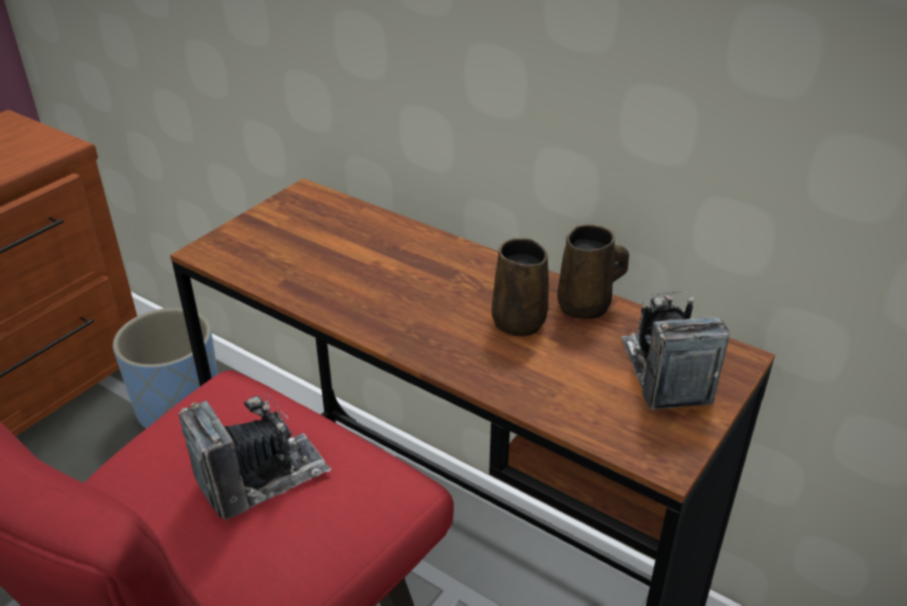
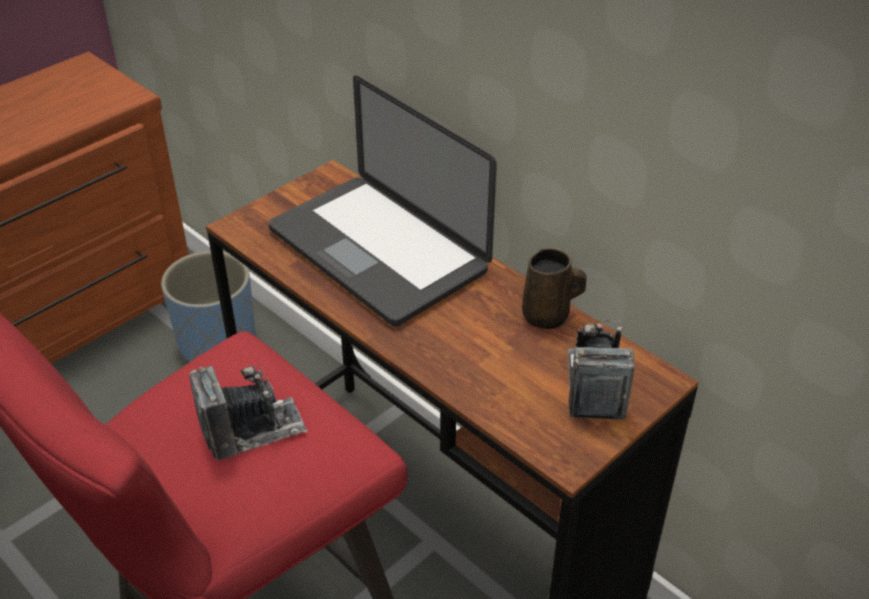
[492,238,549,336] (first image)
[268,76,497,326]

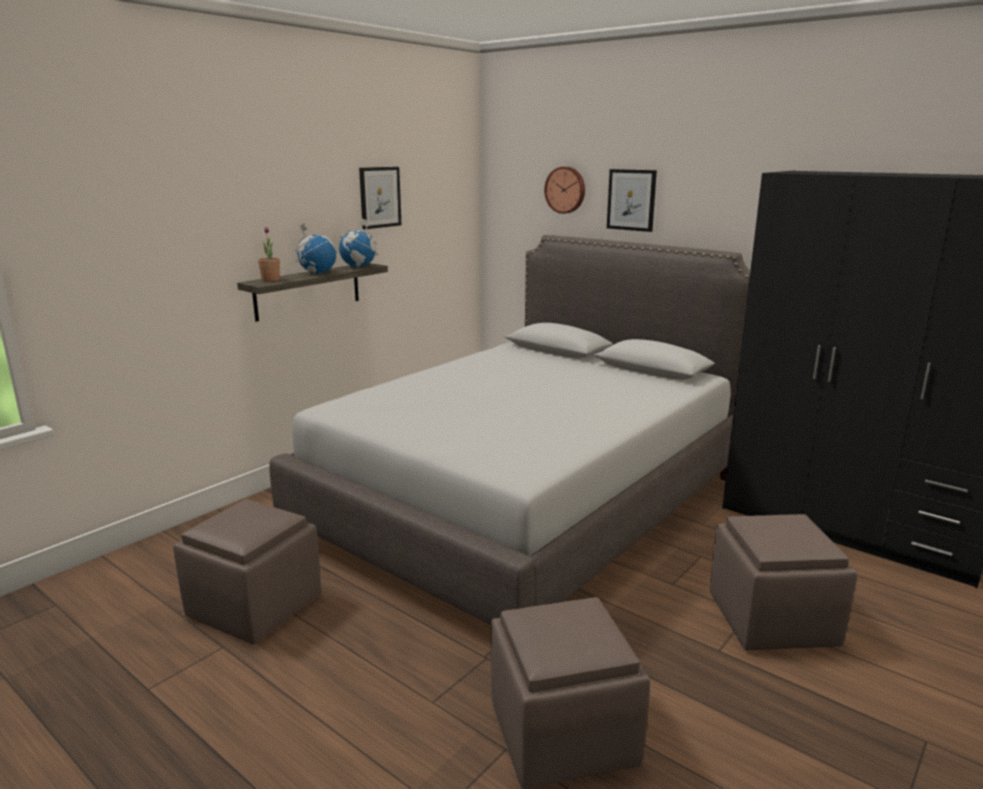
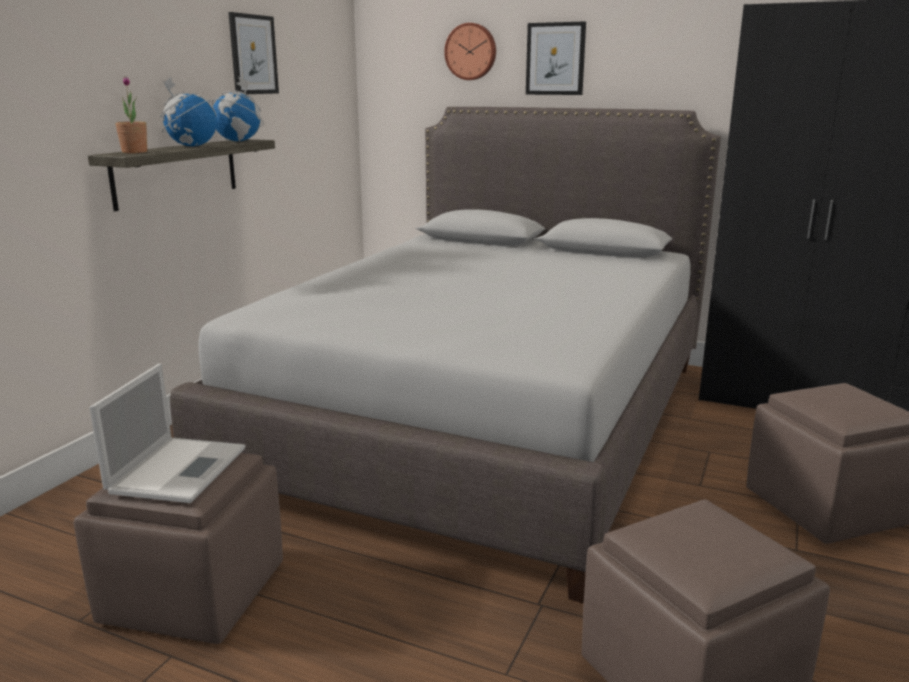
[89,363,245,503]

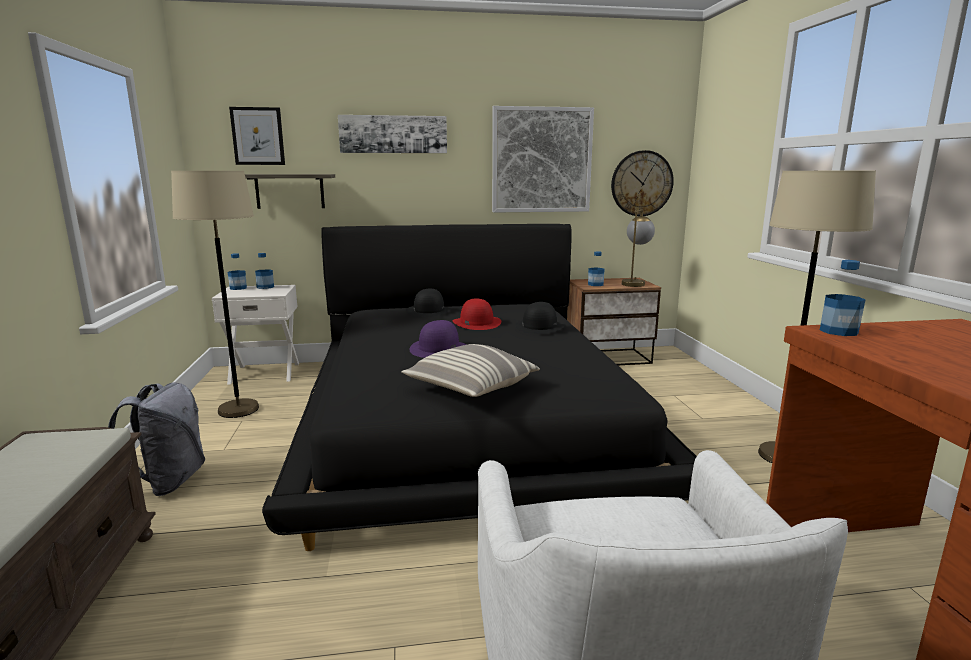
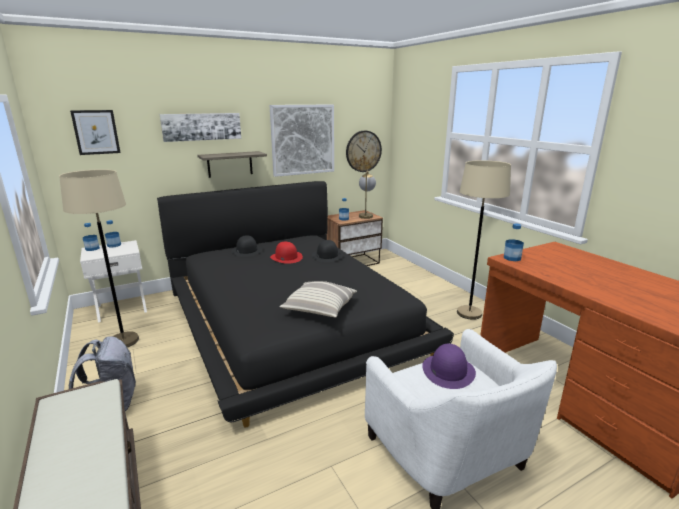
[197,151,267,178]
[422,344,476,389]

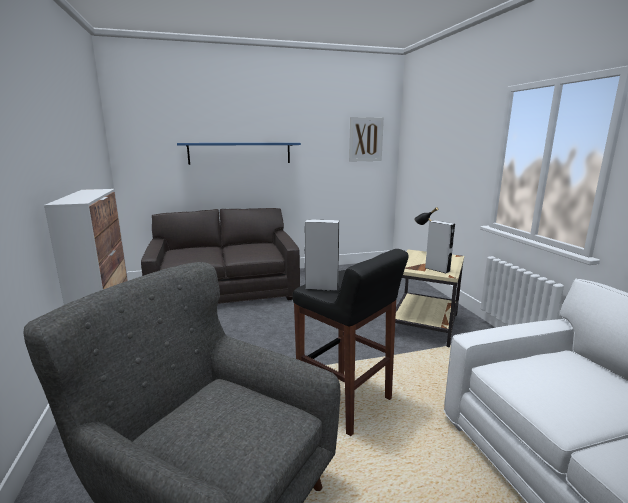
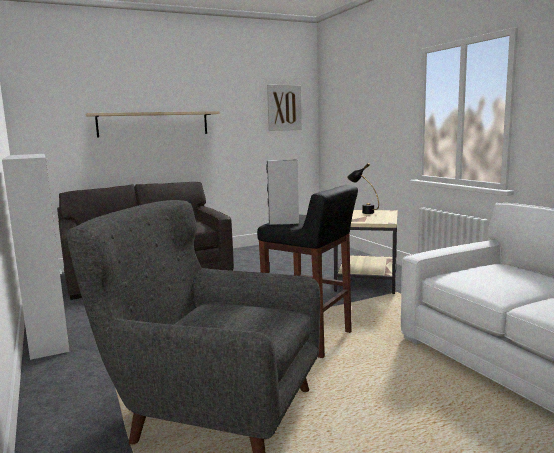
[425,220,455,273] (first image)
[86,111,220,138]

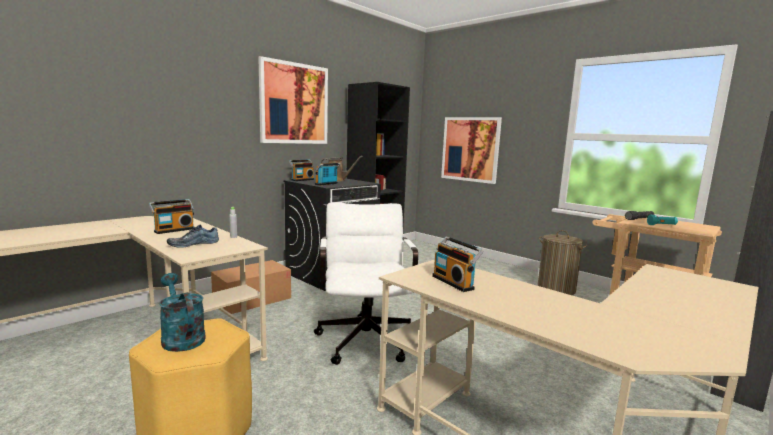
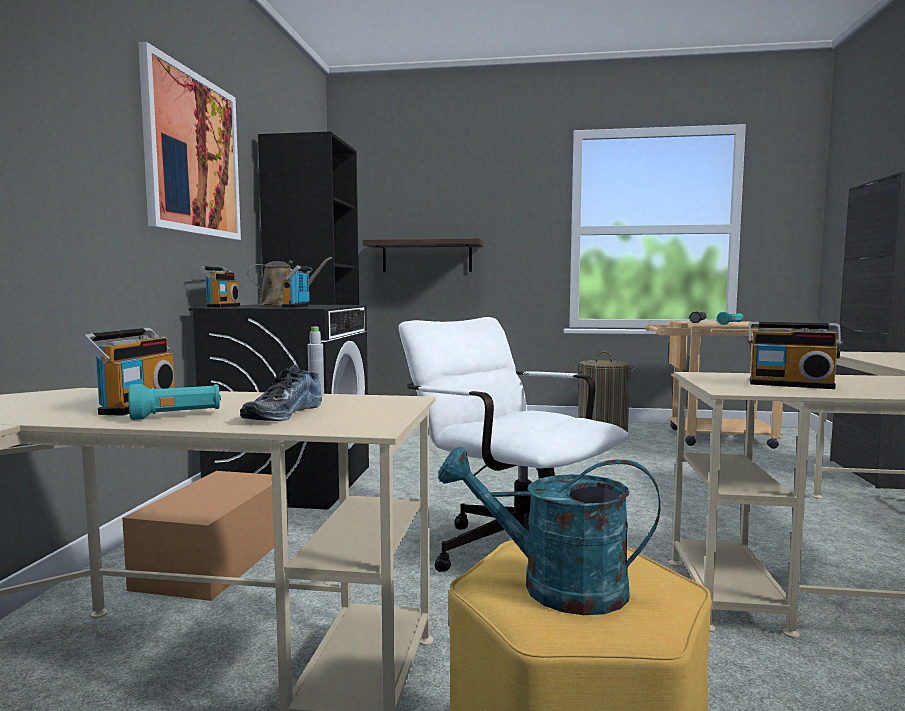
[128,384,221,420]
[363,238,483,272]

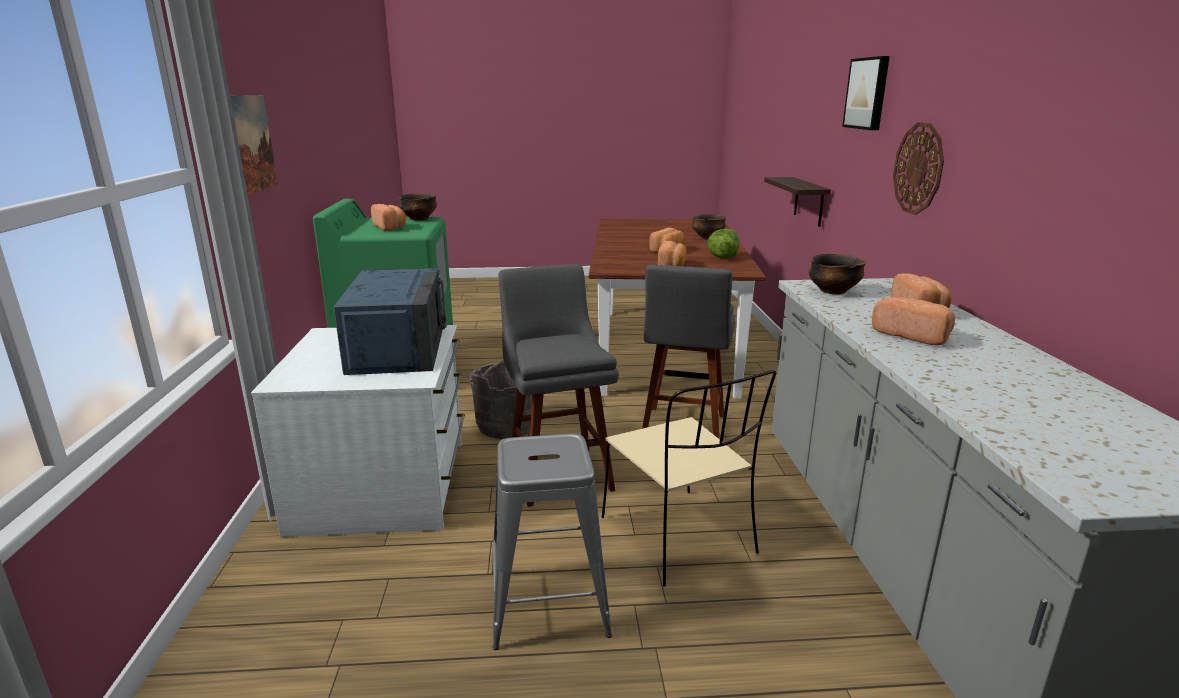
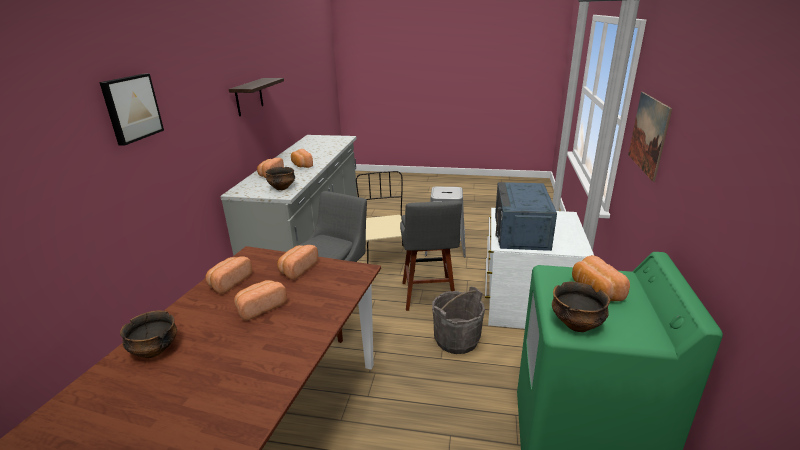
[893,122,944,215] (first image)
[229,78,284,116]
[205,256,252,294]

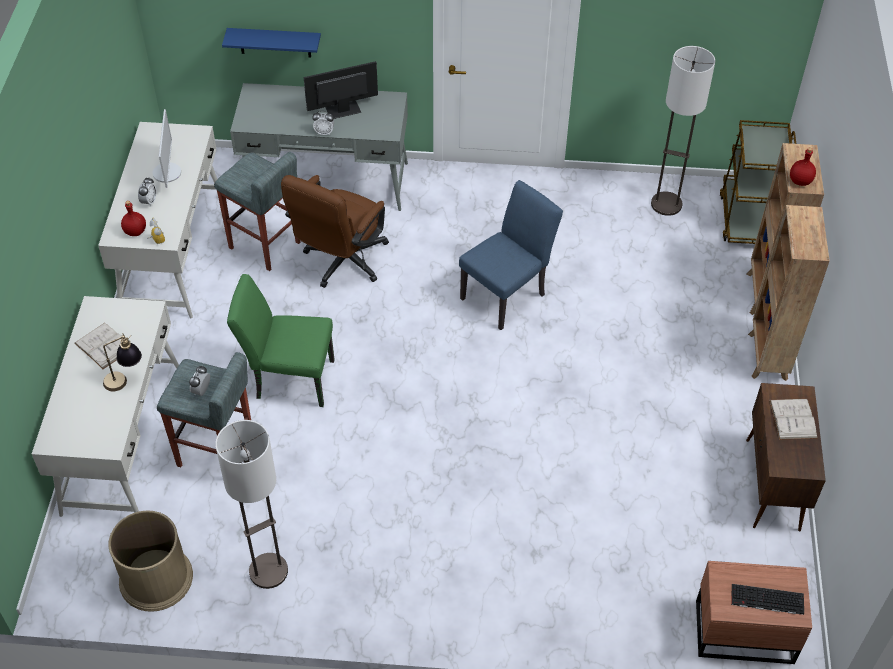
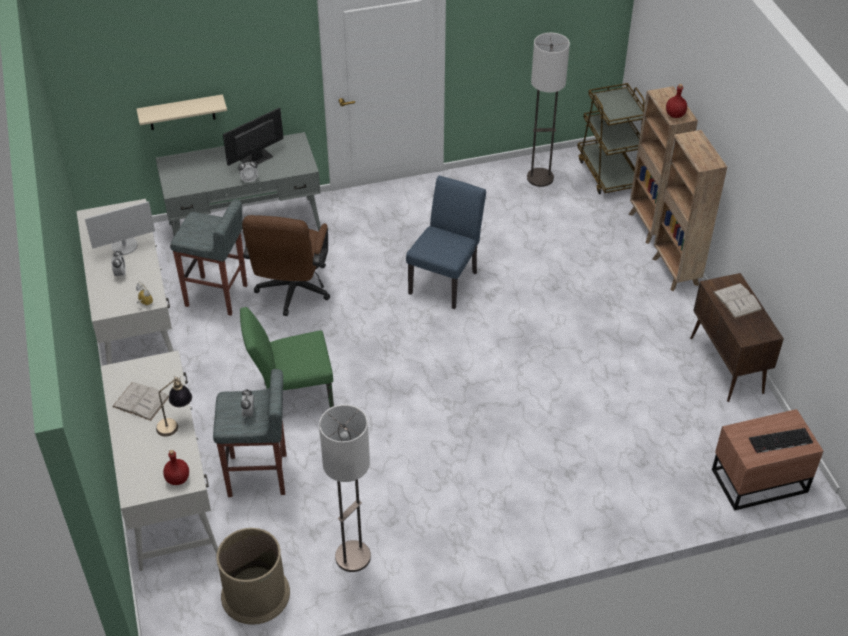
[163,450,189,485]
[137,94,227,130]
[85,201,155,255]

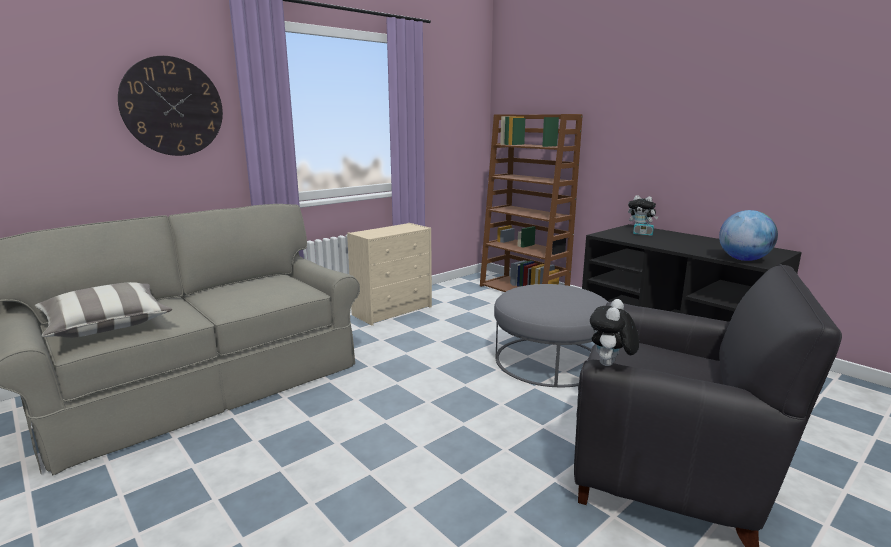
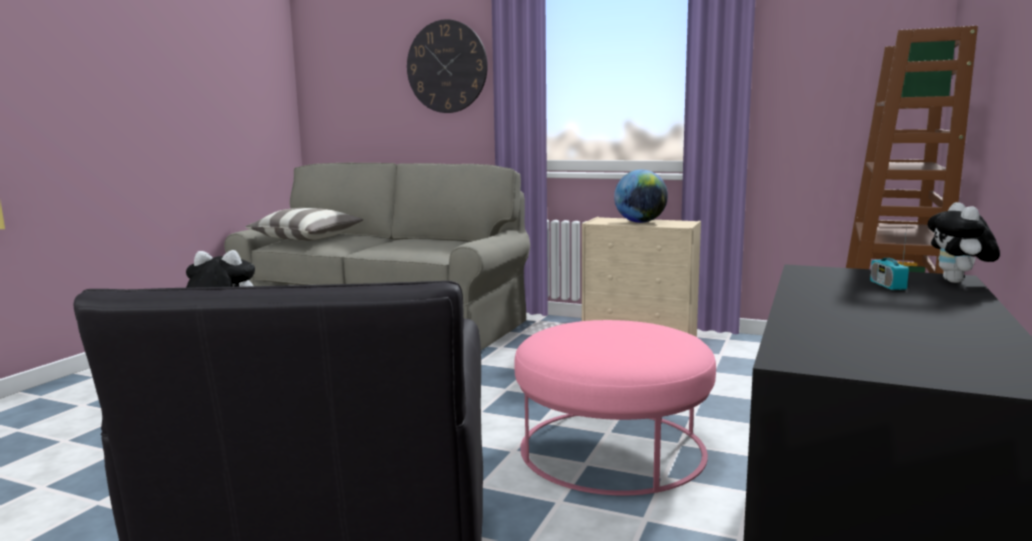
[614,170,668,223]
[514,320,716,496]

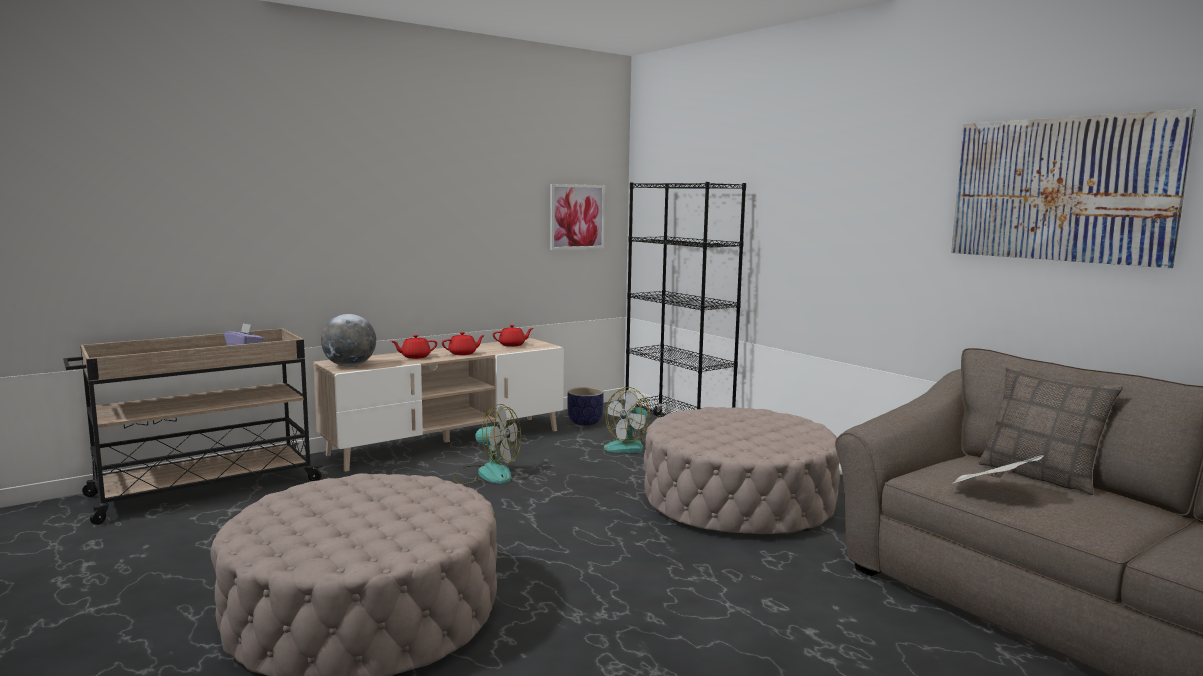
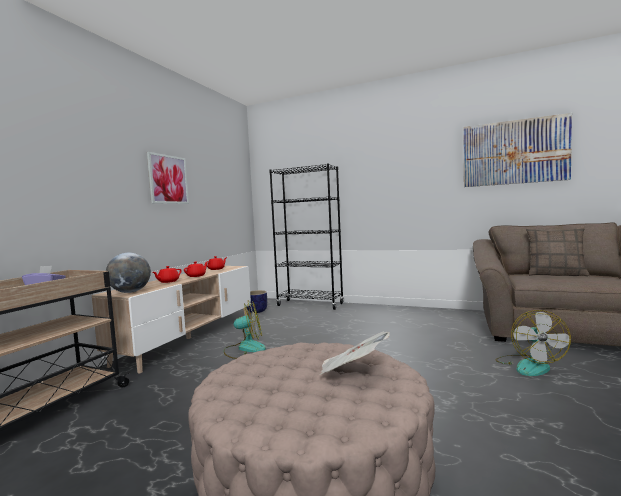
[644,407,840,534] (first image)
[147,152,189,204]
[496,310,571,376]
[319,331,390,375]

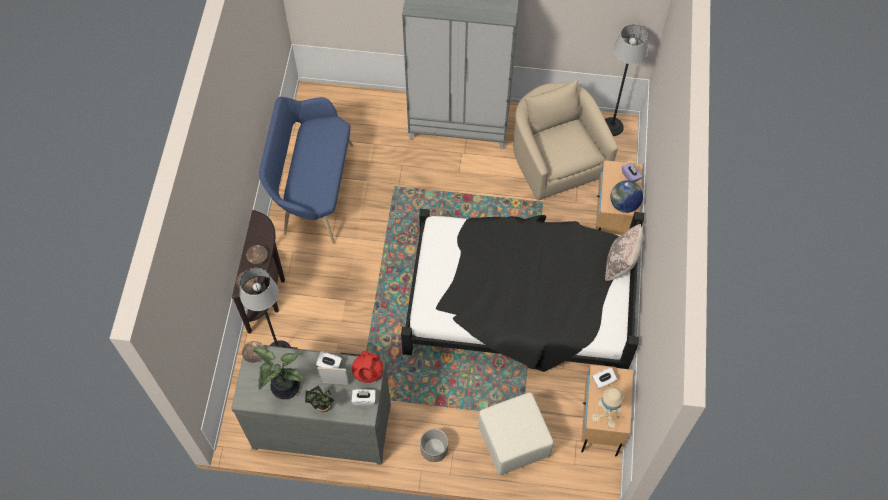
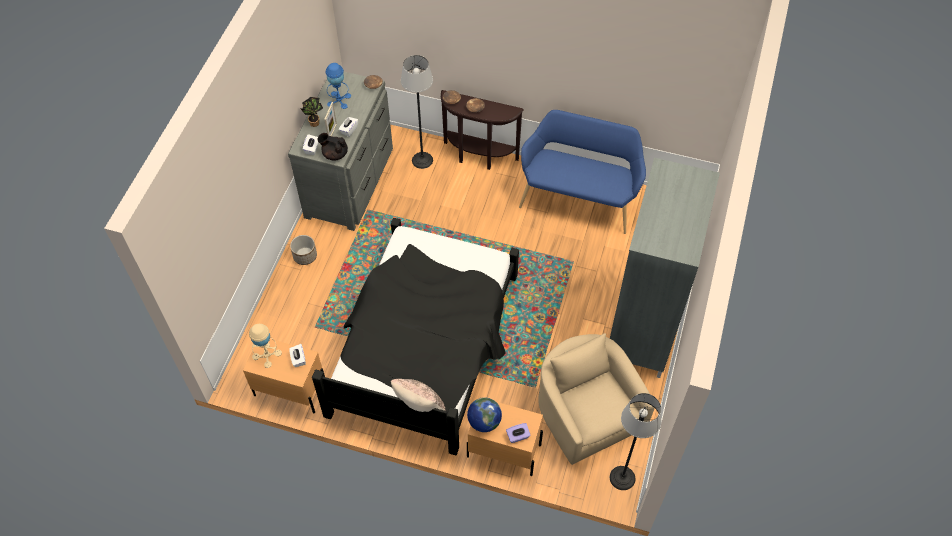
[478,392,554,475] (first image)
[325,63,351,109]
[317,133,348,160]
[538,333,655,465]

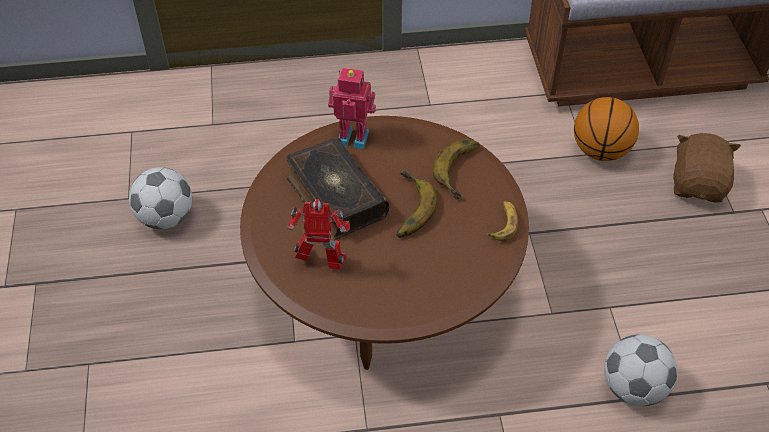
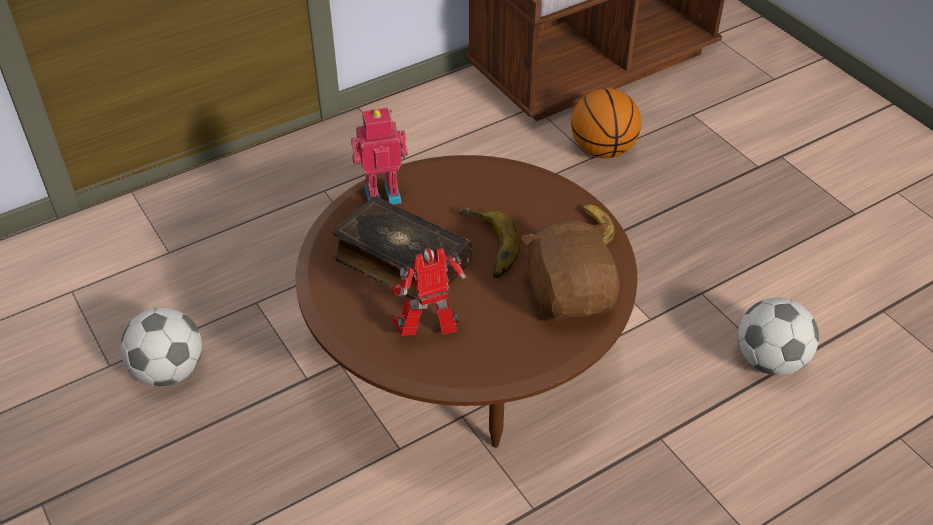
[433,139,480,199] (first image)
[521,220,620,322]

